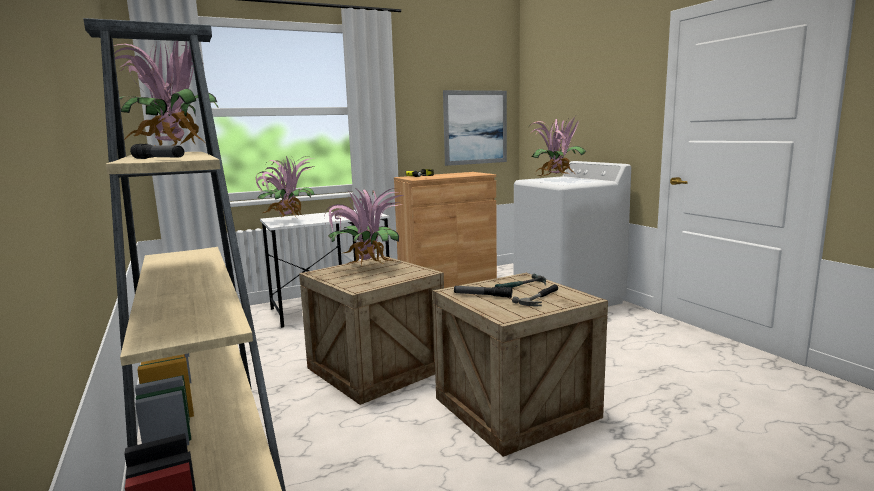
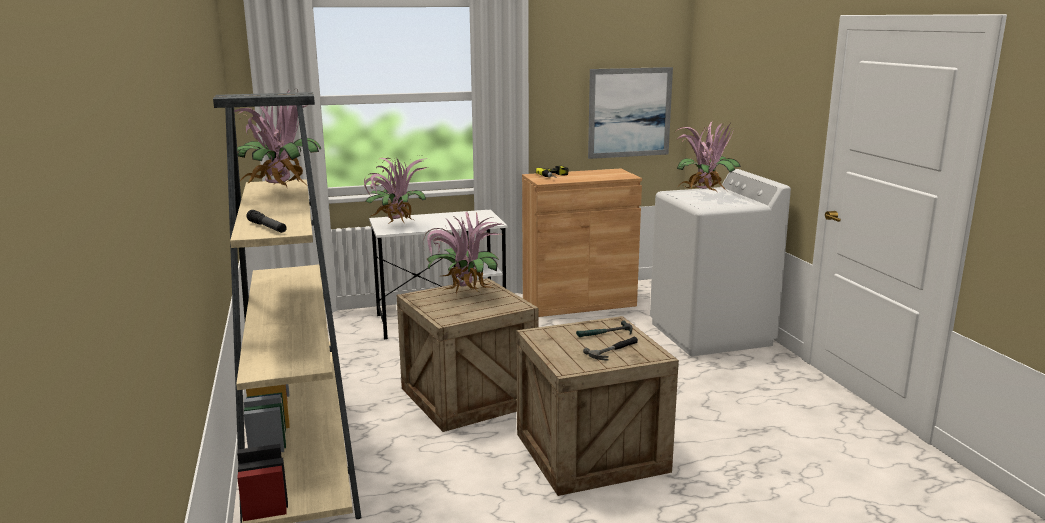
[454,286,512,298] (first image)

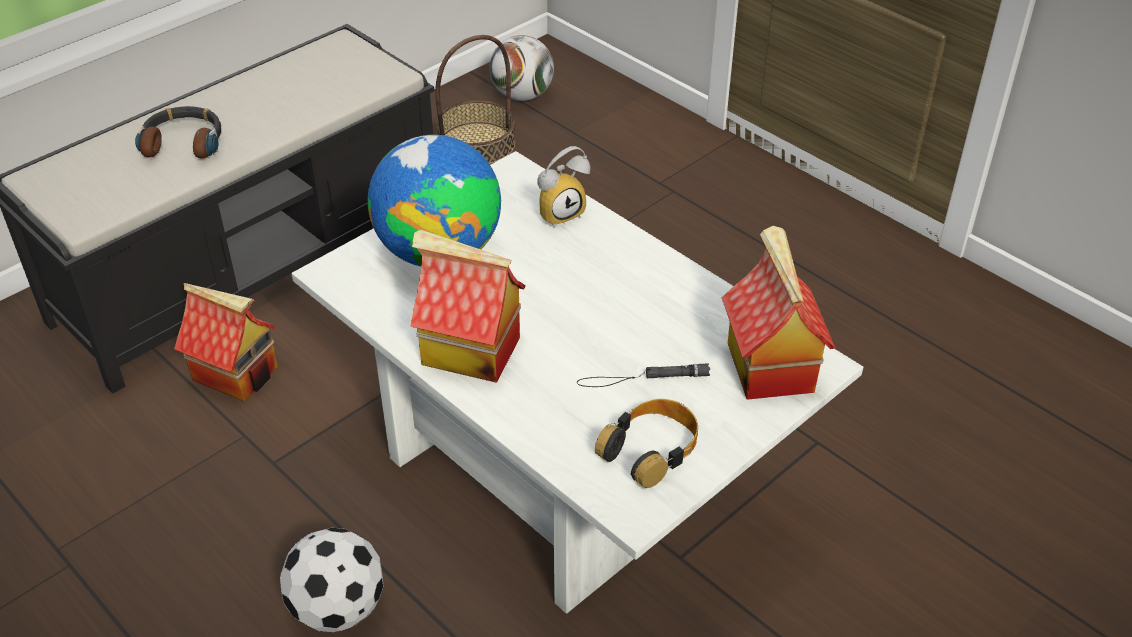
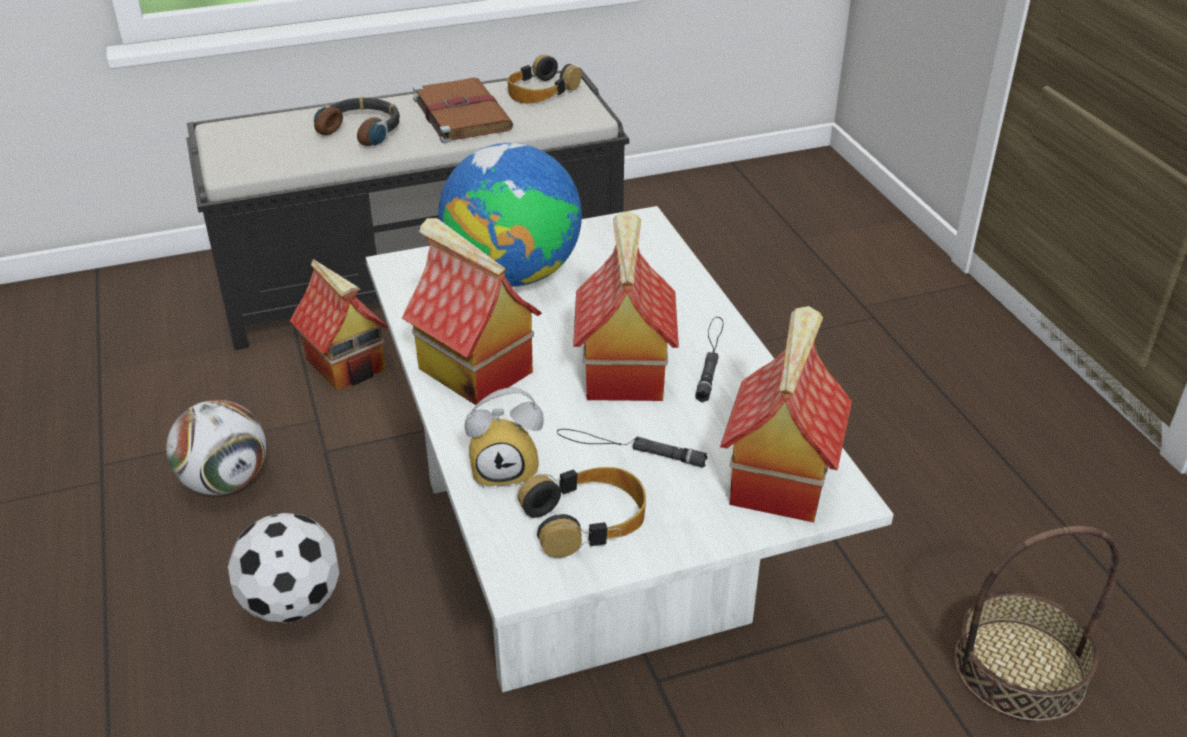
[413,78,513,143]
[507,55,582,104]
[573,211,679,401]
[695,317,723,402]
[954,526,1119,723]
[166,400,266,495]
[465,387,544,488]

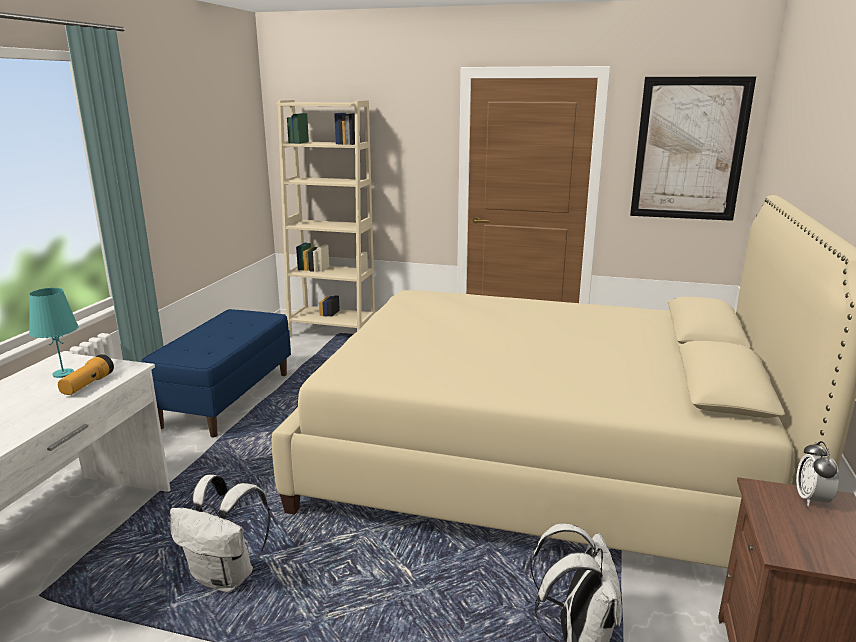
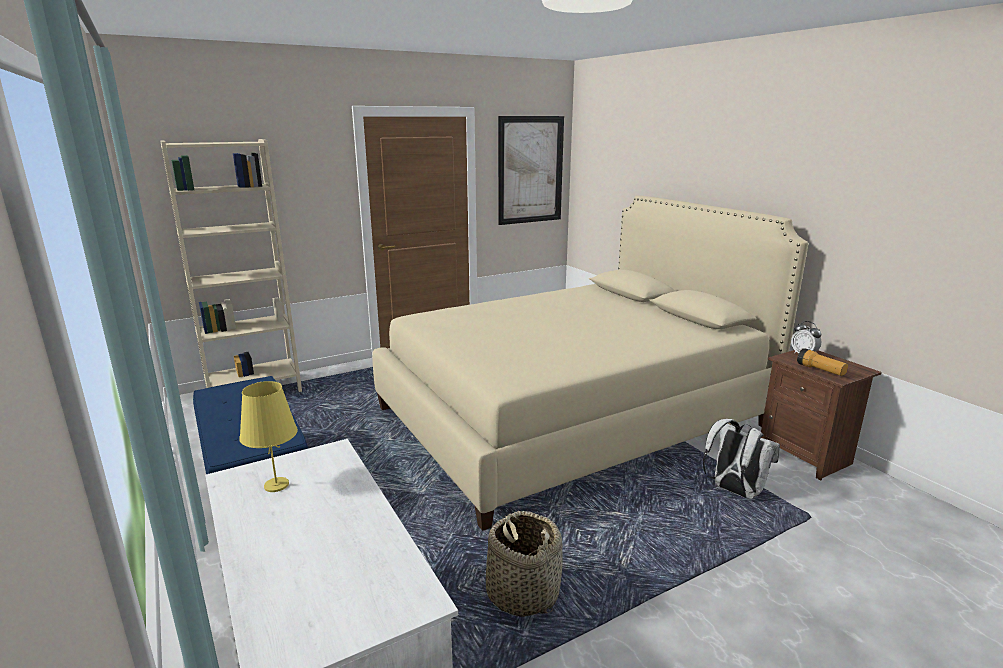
[797,348,848,376]
[486,511,563,617]
[239,381,298,492]

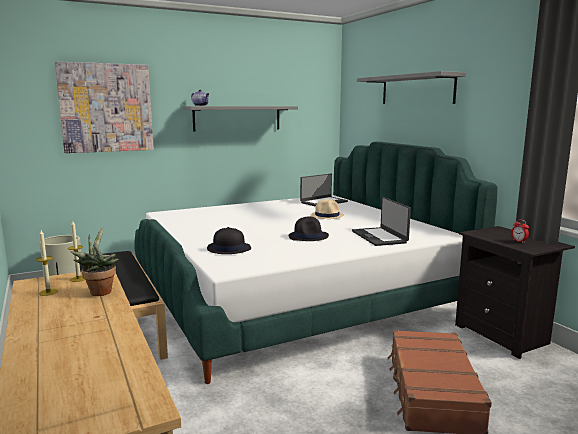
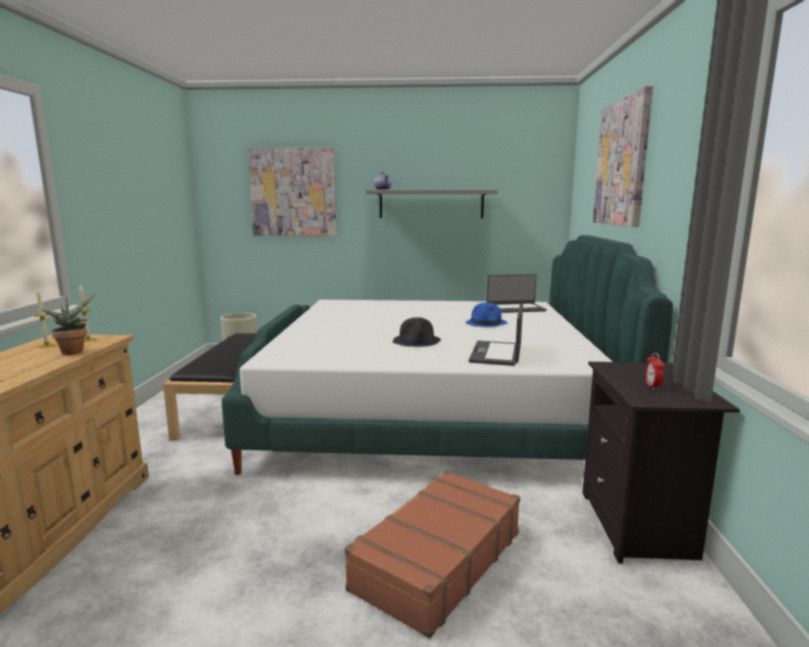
[207,227,251,254] (first image)
[593,86,653,227]
[465,303,507,327]

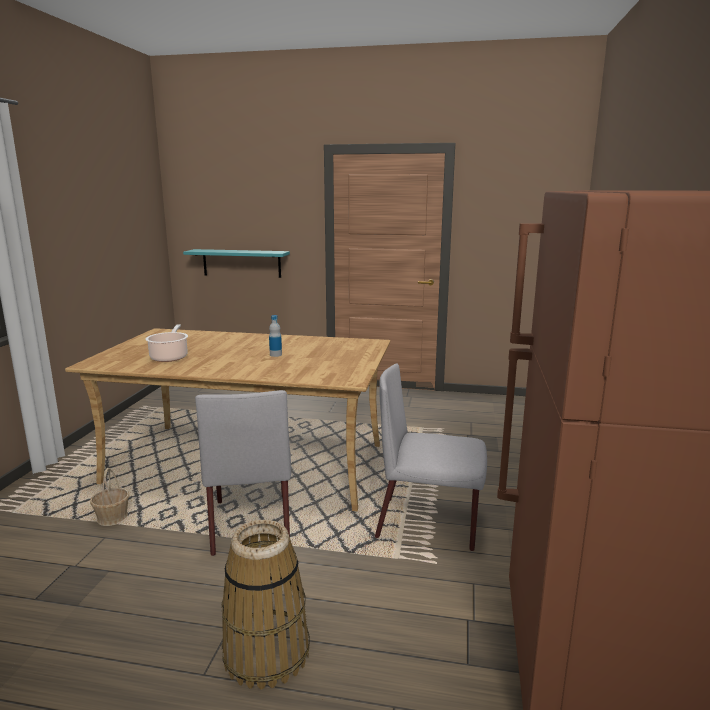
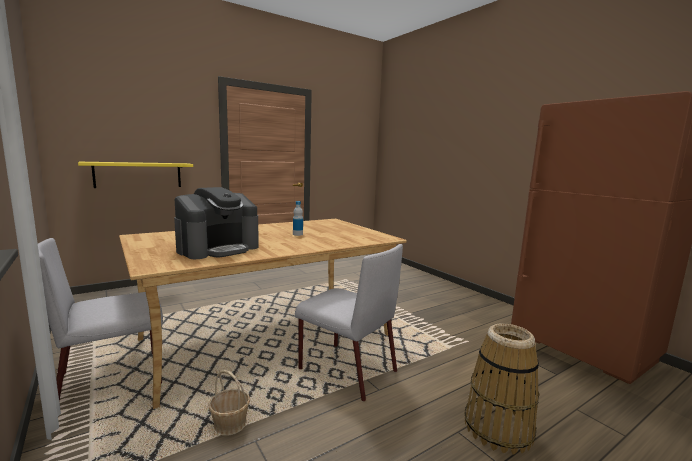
[38,238,163,401]
[174,187,259,259]
[78,162,193,188]

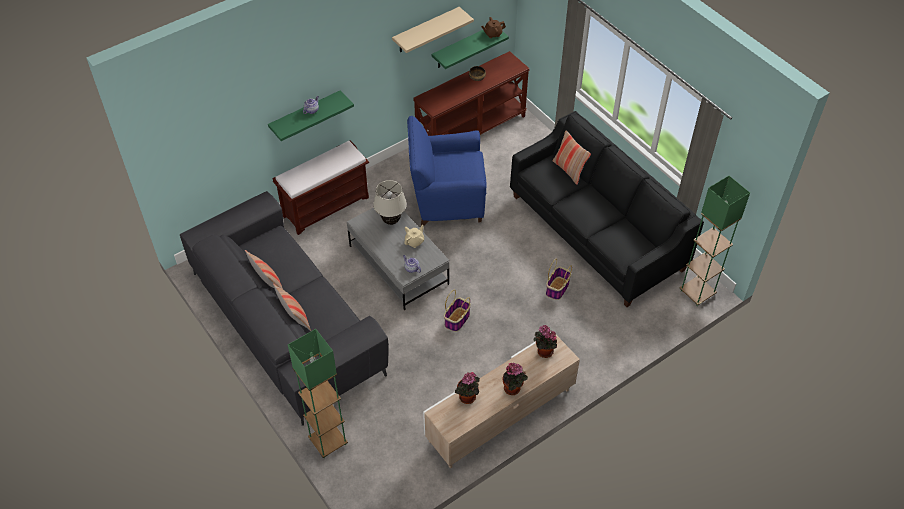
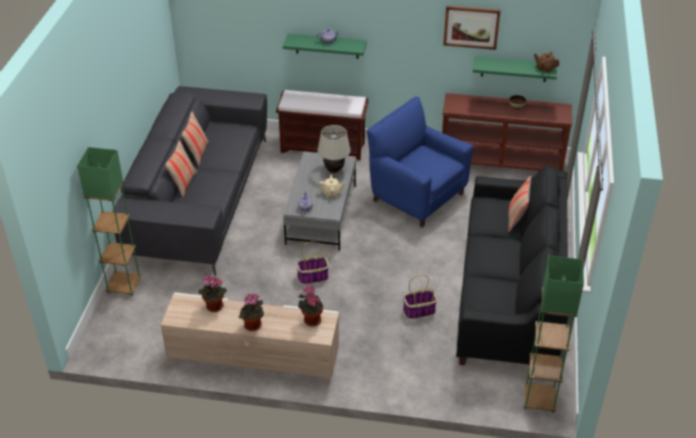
[443,6,501,50]

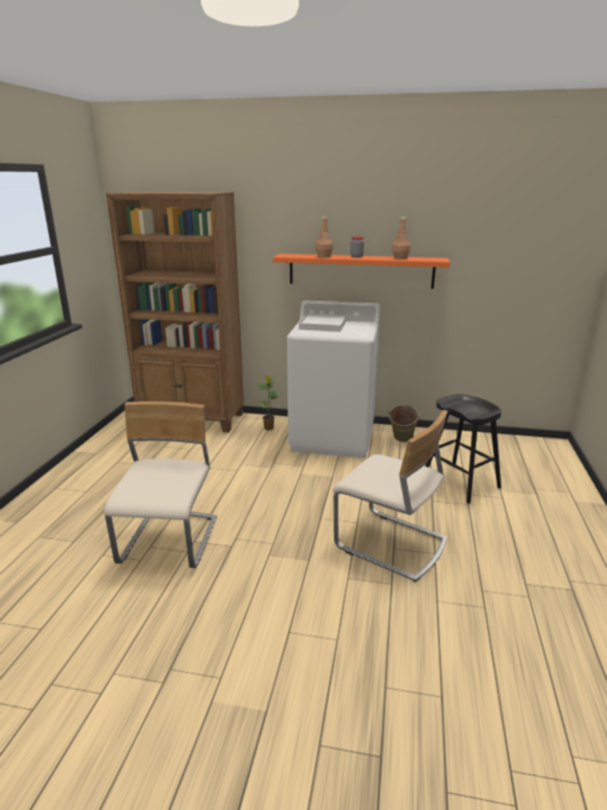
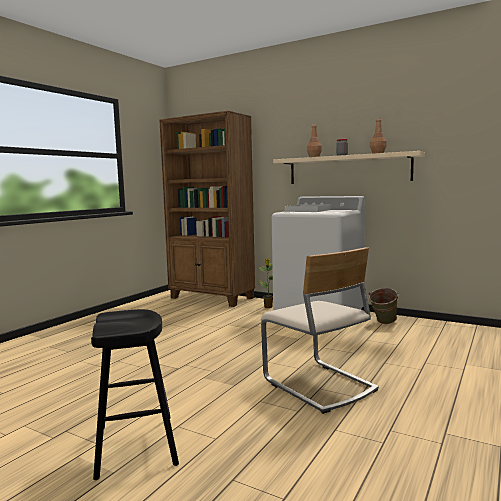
[104,401,217,568] (first image)
[91,309,179,480]
[273,151,425,184]

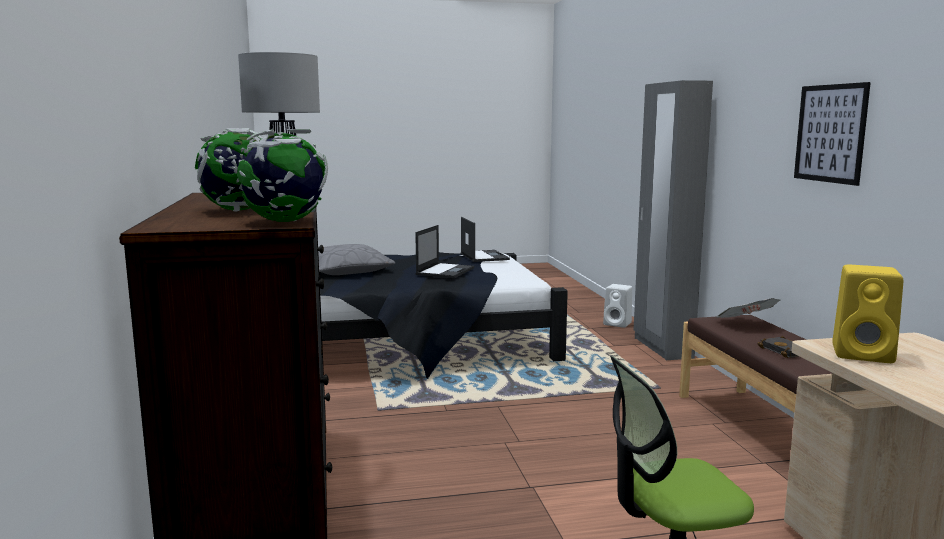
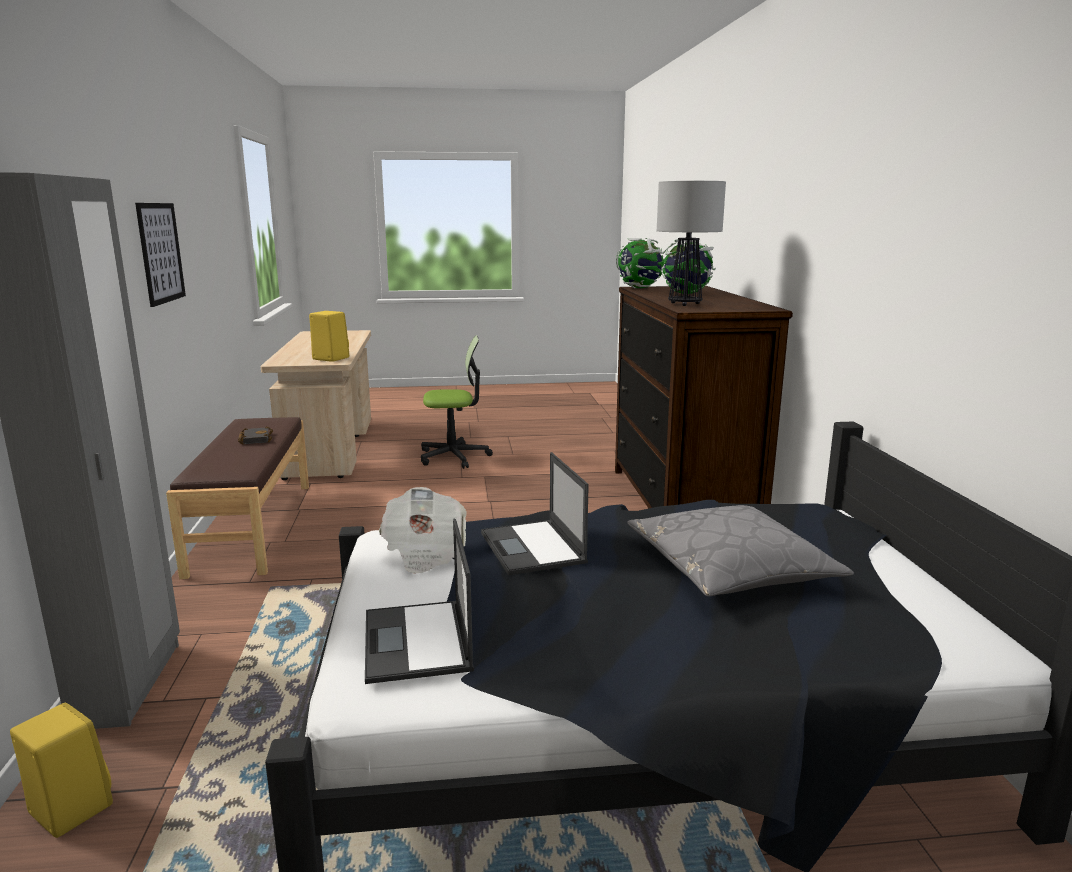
[379,487,467,574]
[10,703,113,838]
[481,452,589,575]

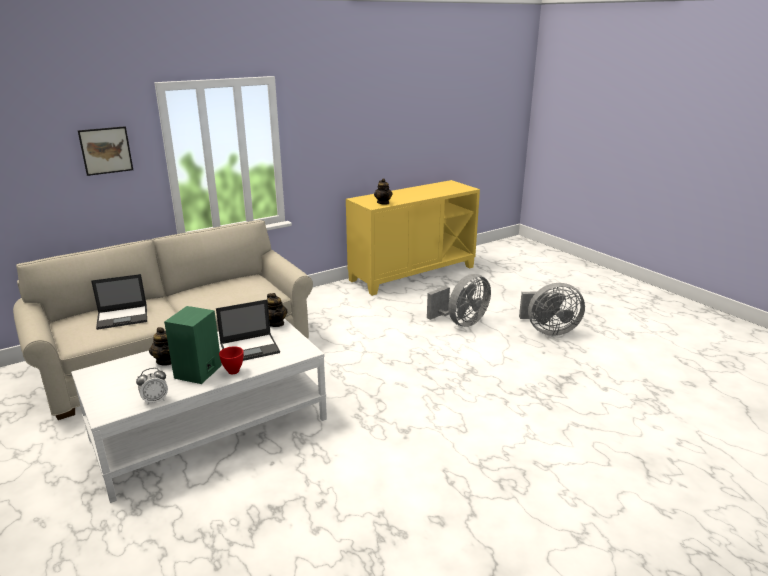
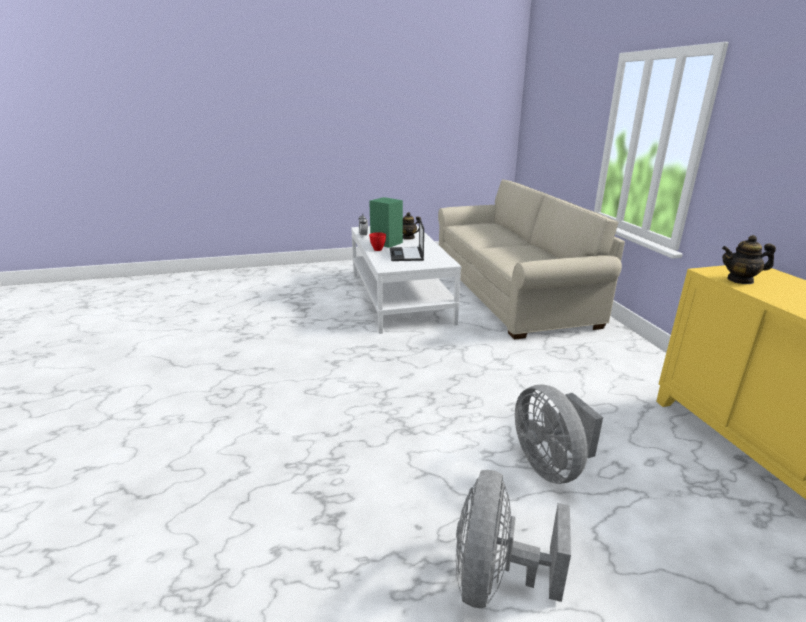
[78,126,133,176] (first image)
[91,274,147,330] (first image)
[267,293,287,327] (first image)

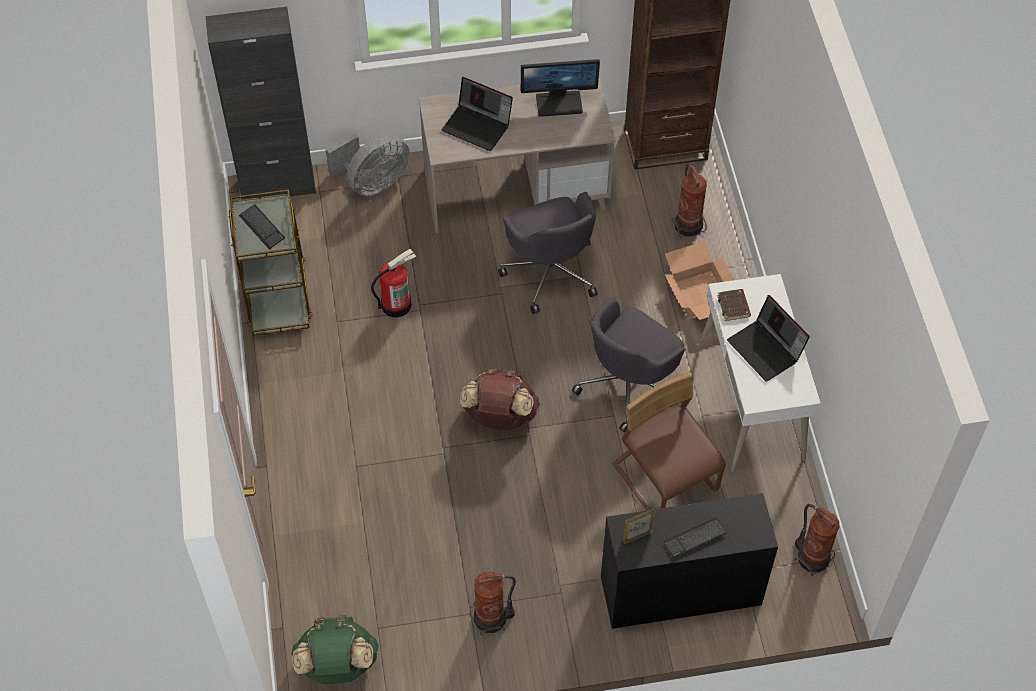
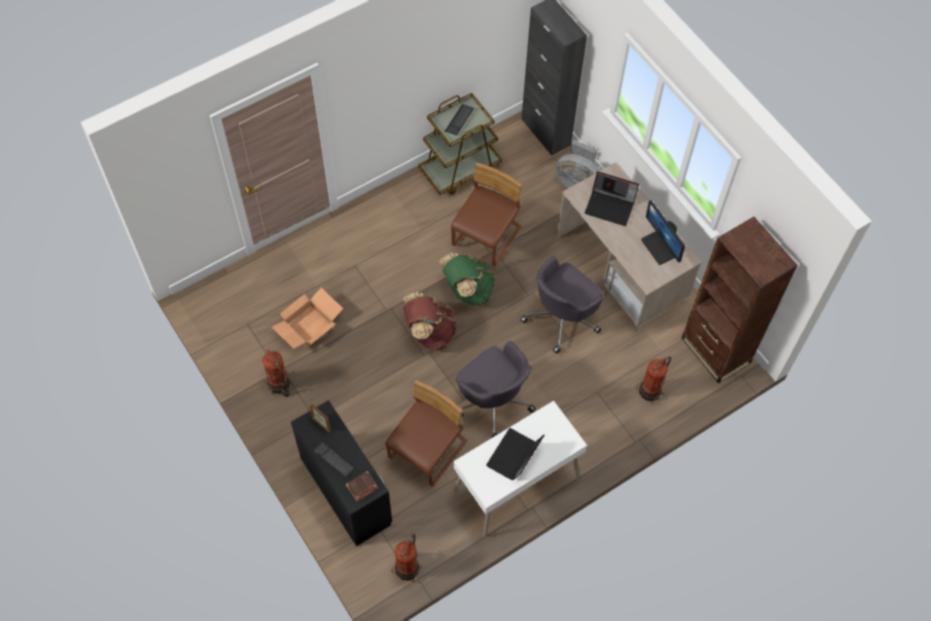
[439,253,495,306]
[272,288,343,349]
[346,471,379,502]
[451,163,522,266]
[585,172,639,226]
[456,341,536,438]

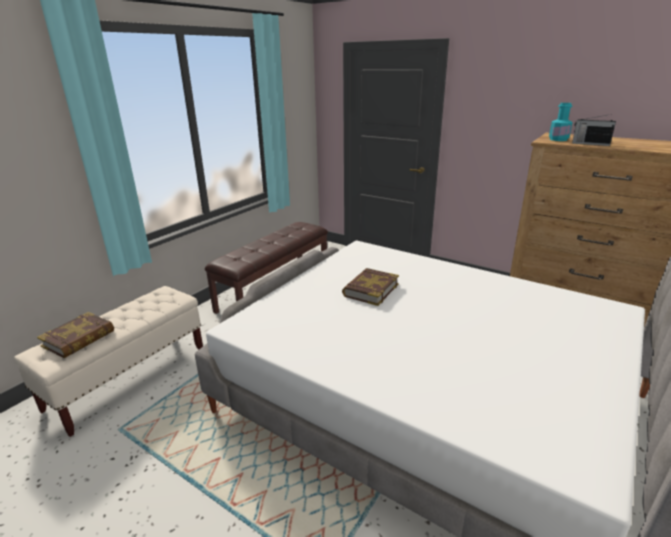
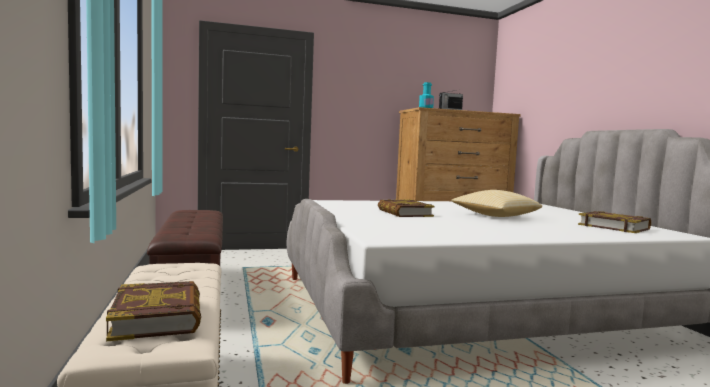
[451,190,542,217]
[578,211,651,233]

